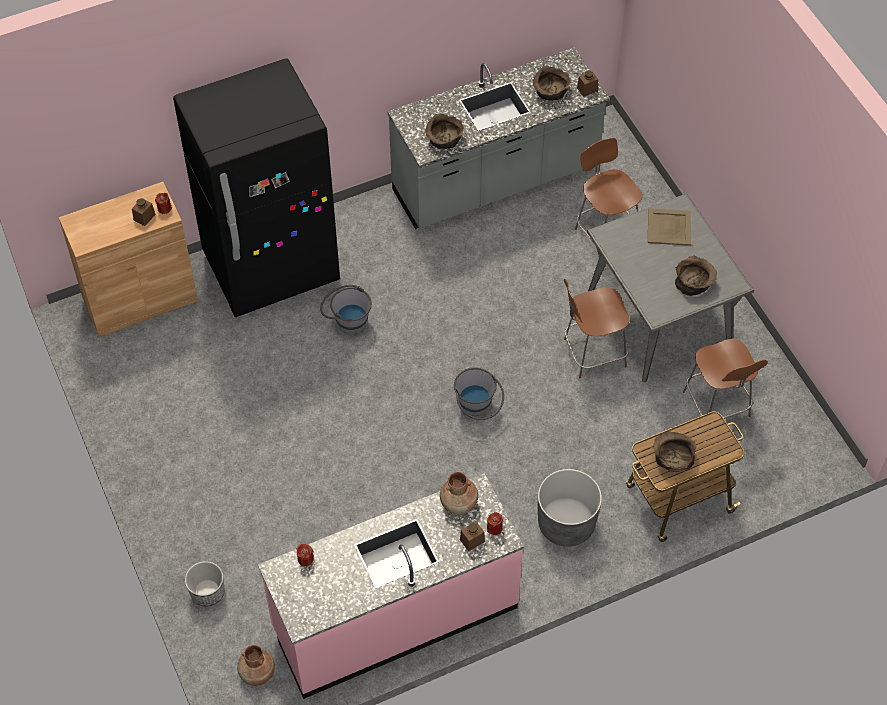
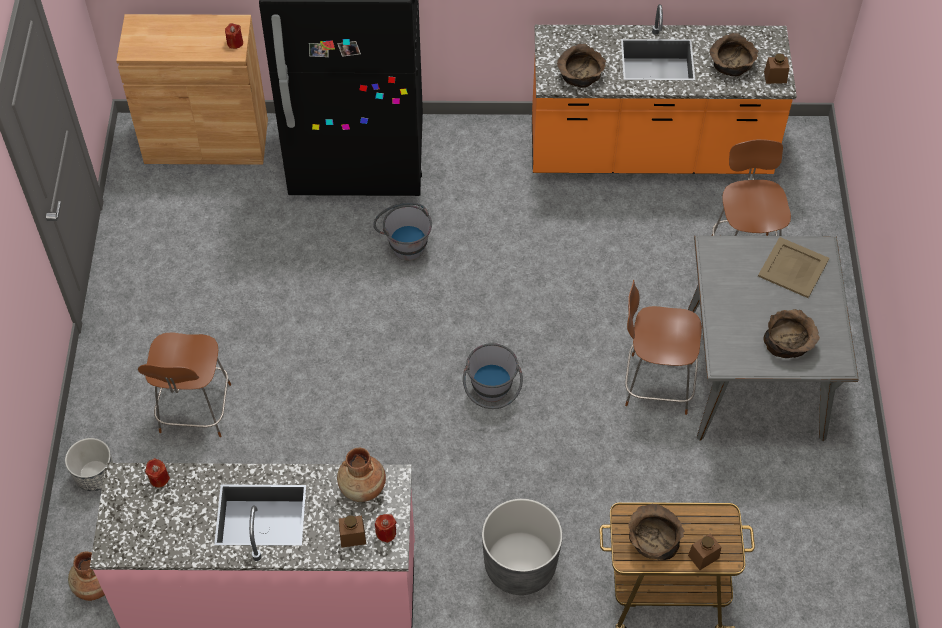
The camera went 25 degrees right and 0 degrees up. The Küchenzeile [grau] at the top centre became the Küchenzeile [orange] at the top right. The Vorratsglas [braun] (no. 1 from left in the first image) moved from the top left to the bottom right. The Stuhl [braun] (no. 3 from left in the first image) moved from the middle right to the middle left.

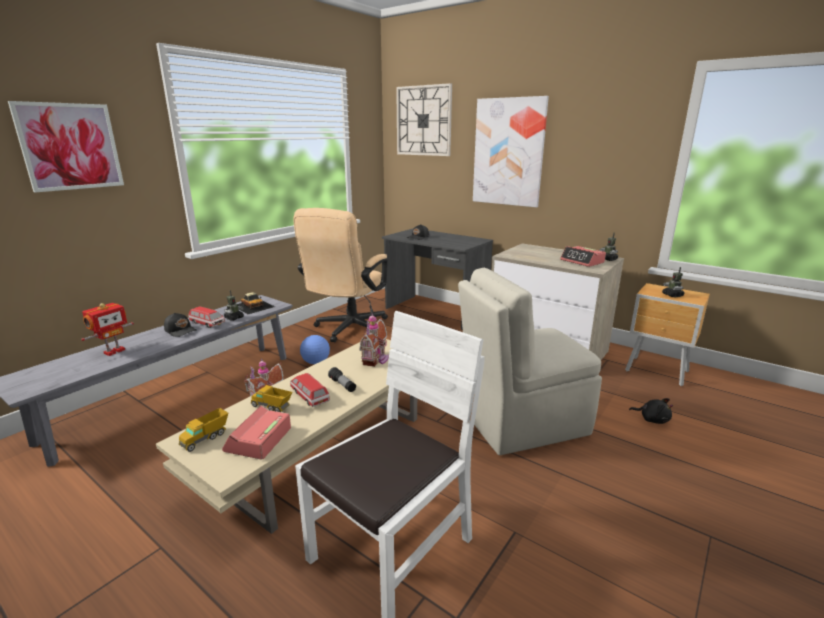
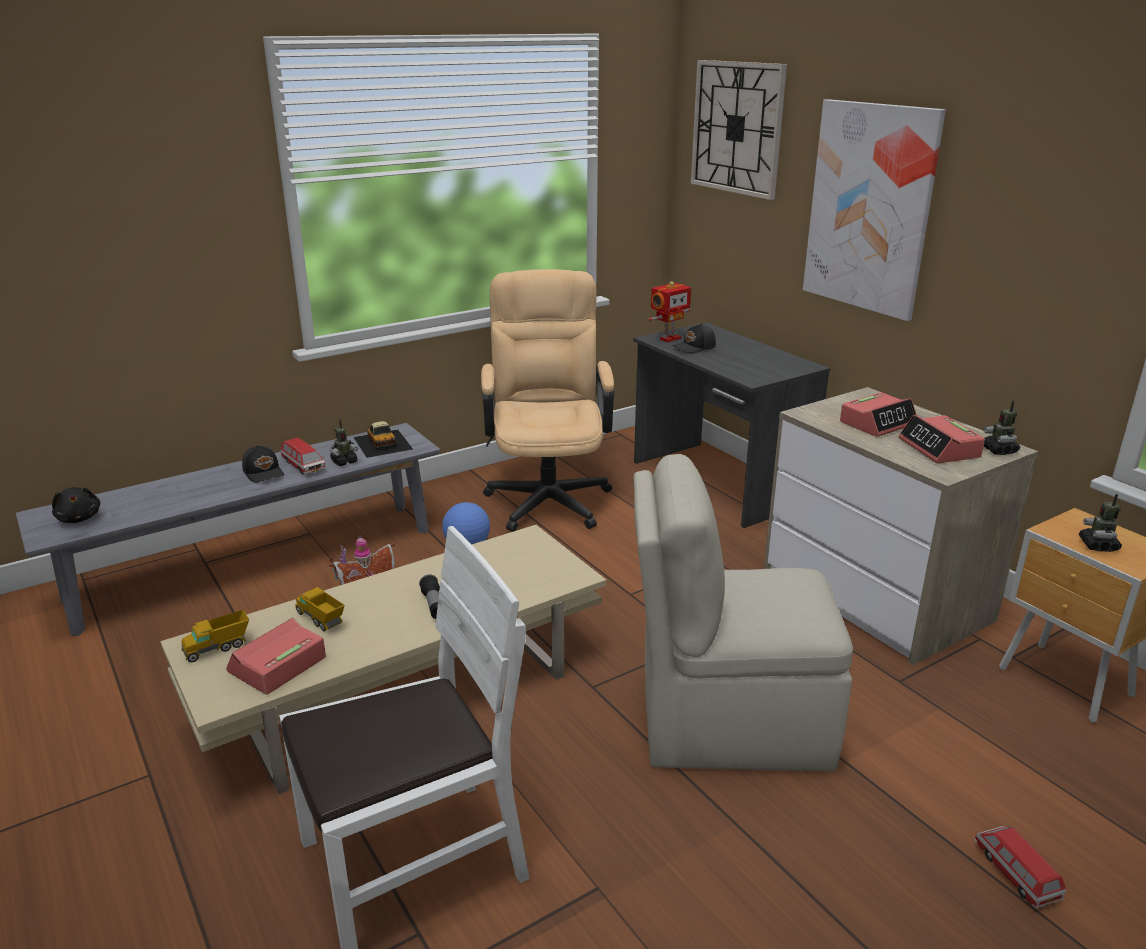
The camera went 20 degrees right and 5 degrees up. The Bild (no. 1 from left) at the top left disappeared. The Bürostuhl [beige] at the centre turned 135 degrees clockwise. The Spielzeugroboter (no. 1 from left in the first image) moved from the middle left to the top centre. The Spielzeughaus (no. 2 from left) at the centre disappeared. The Spielzeugauto (no. 3 from left) moved from the centre to the bottom right. The Plüschtier [schwarz] moved from the middle right to the middle left. The Wecker (no. 2 from left) at the middle right appeared.

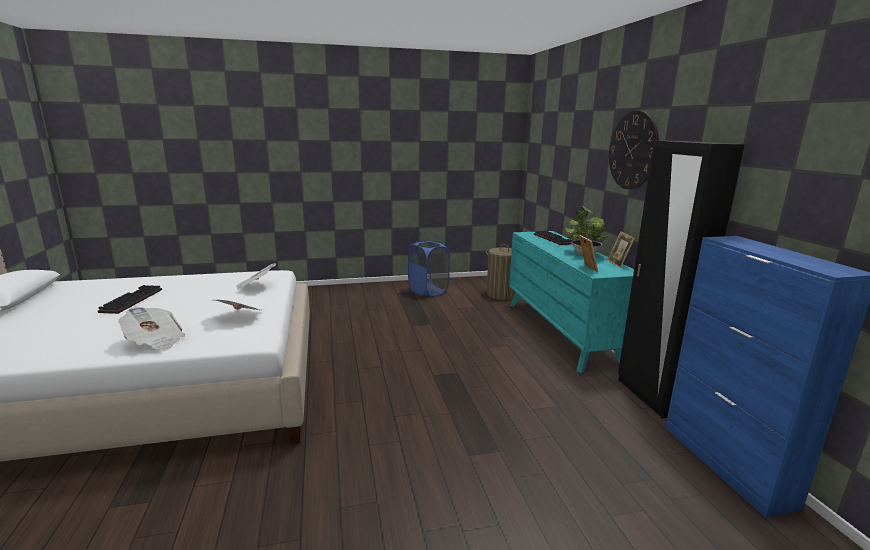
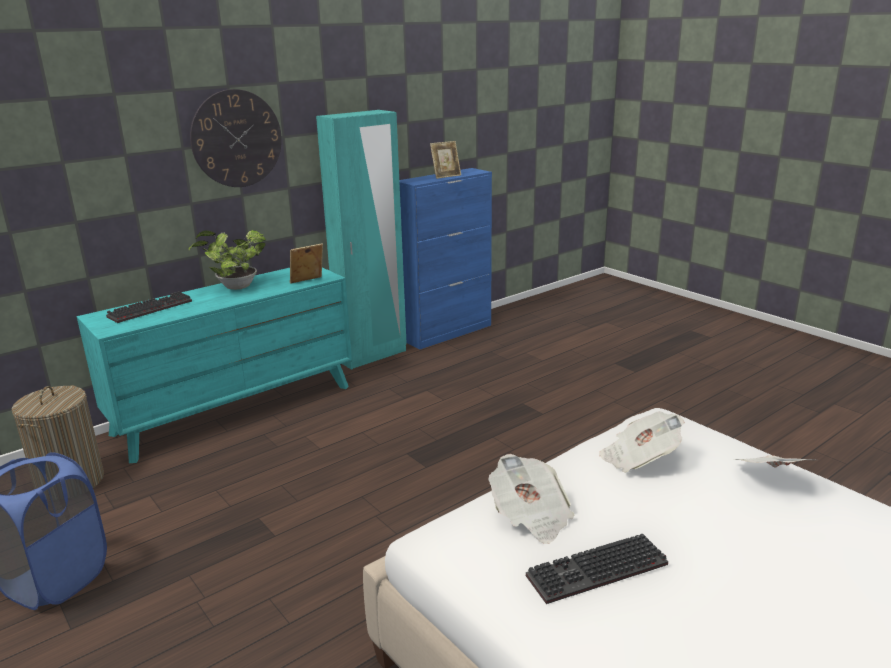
The camera went 115 degrees left and 5 degrees up. The Kleiderschrank [schwarz] at the middle right became the Kleiderschrank [türkis] at the centre. The Bilderrahmen (no. 2 from left) moved from the middle right to the top centre. The Tastatur (no. 1 from left in the first image) moved from the middle left to the bottom right.

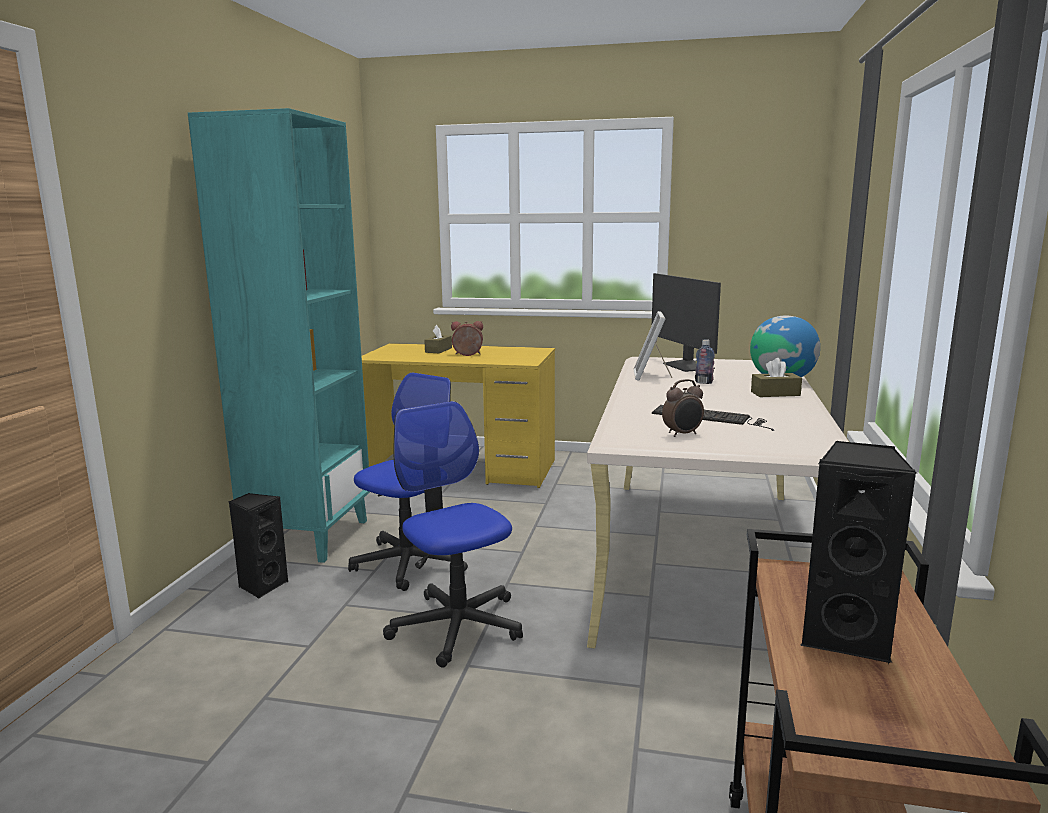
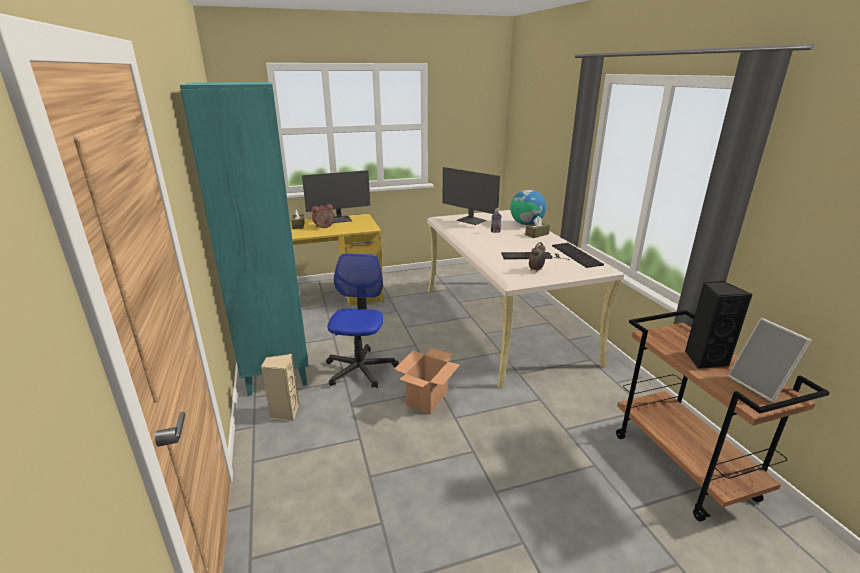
The camera went 30 degrees left and 10 degrees up. The Bilderrahmen moved from the centre to the middle right. The Bürostuhl (no. 2 from left) at the centre was replaced by the Karton at the centre. The Lautsprecher [schwarz] (no. 1 from left) at the bottom left became the Lautsprecher [beige] at the bottom left. The Monitor (no. 1 from left) at the centre appeared. The Tastatur (no. 2 from left) at the middle right appeared.

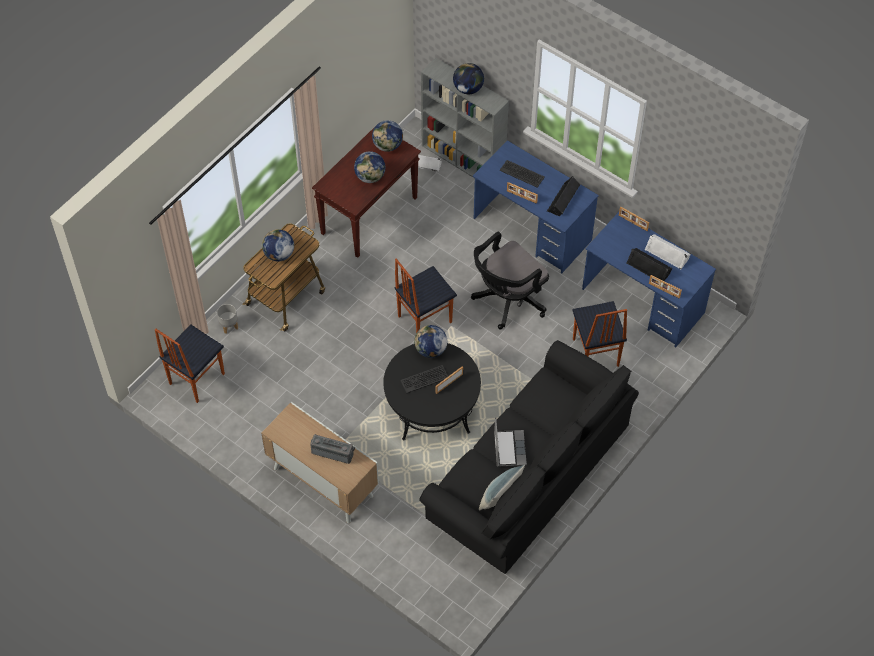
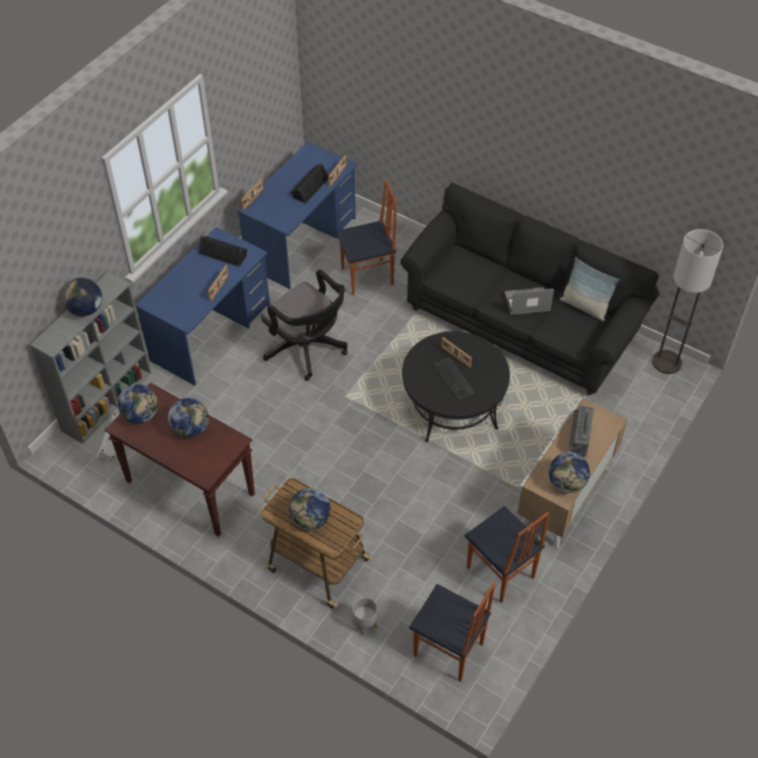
The camera went 95 degrees left and 5 degrees down. The Tastatur (no. 2 from left) at the top centre disappeared. The Lautsprecher [weiß] (no. 2 from left) at the middle right disappeared. The Stuhl (no. 2 from left in the first image) moved from the centre to the bottom right. The Globus (no. 4 from left in the first image) moved from the centre to the middle right. The Stehlampe at the middle right appeared.

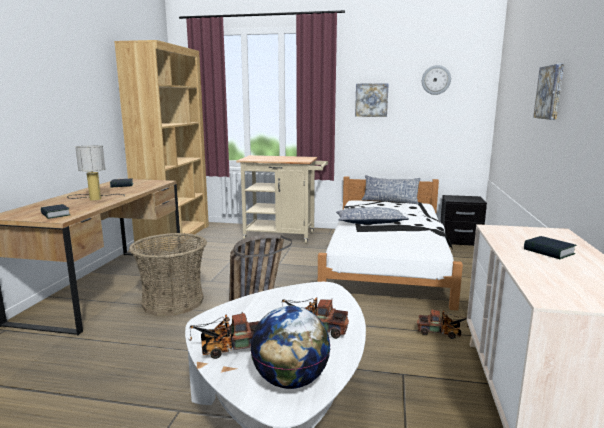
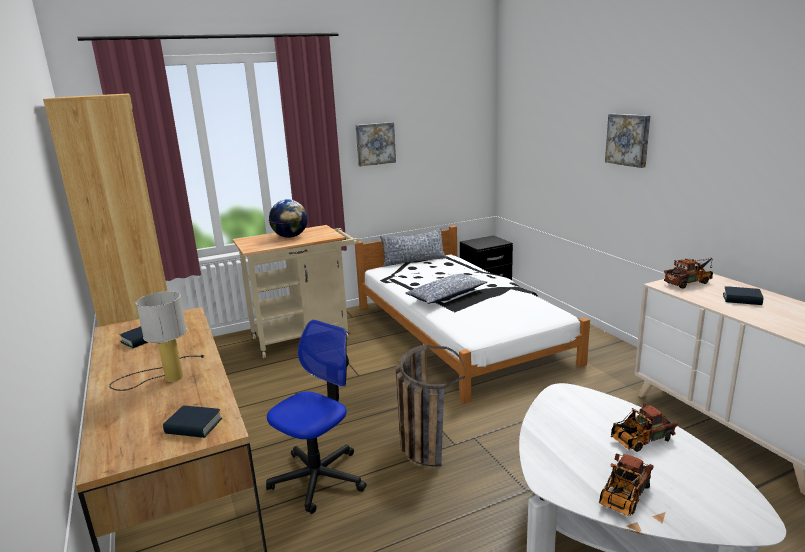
The camera went 35 degrees left and 5 degrees up. The Wanduhr at the top right disappeared. The Korb (no. 1 from left) at the middle left was replaced by the Bürostuhl at the bottom centre. The Globus moved from the bottom centre to the centre. The Spielzeuglaster (no. 3 from left) moved from the bottom right to the middle right.

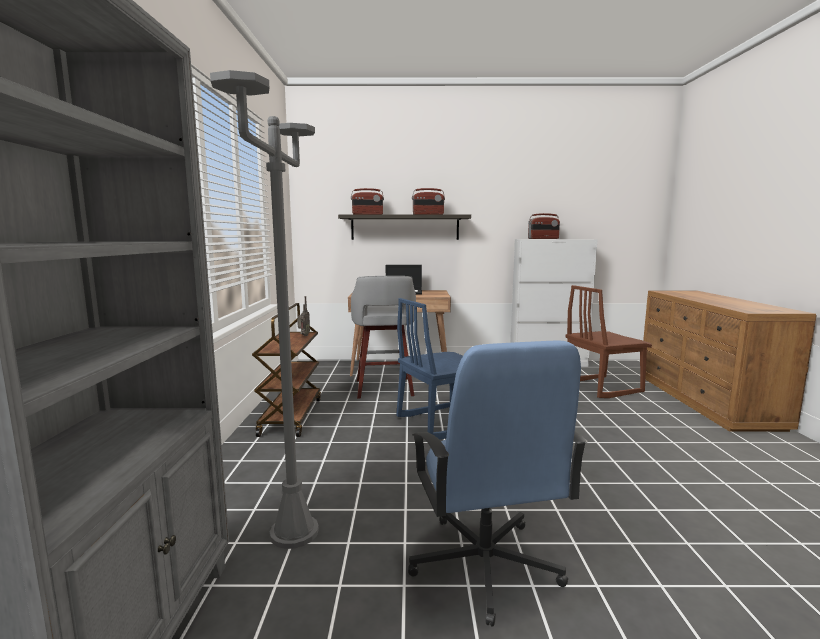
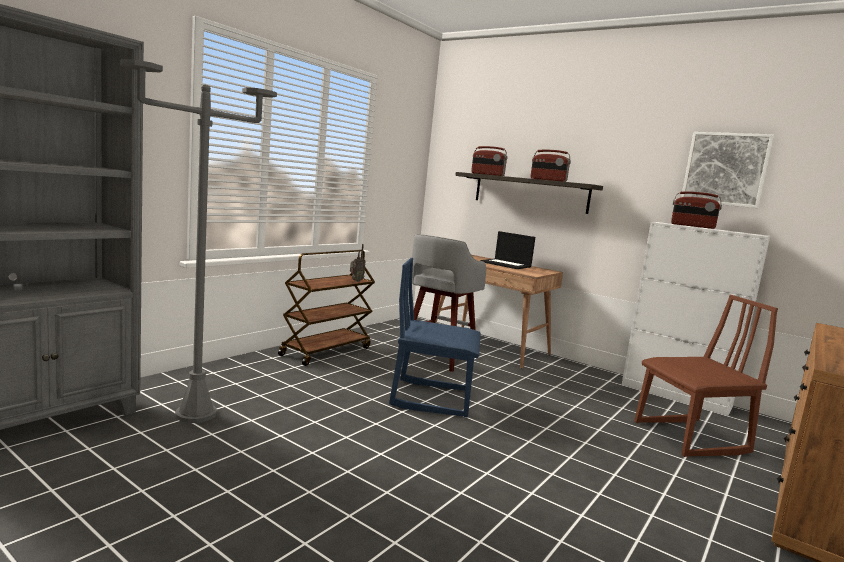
The camera went 35 degrees right and 0 degrees up. The Stuhl [braun] at the middle right turned 150 degrees clockwise. The Bürostuhl [blau] at the bottom centre disappeared. The Bild at the top right appeared.

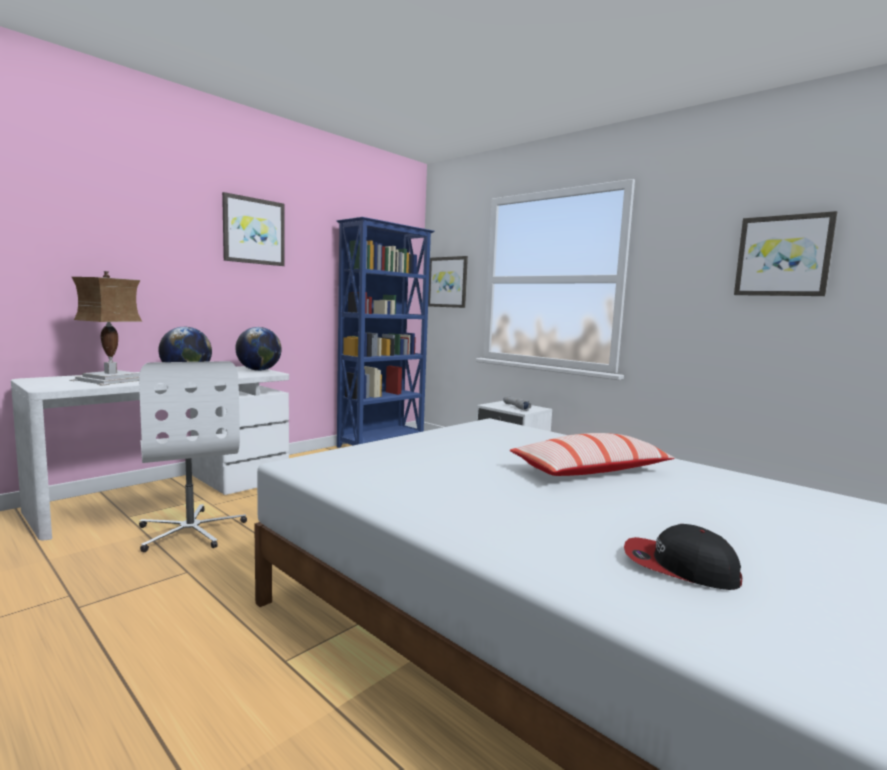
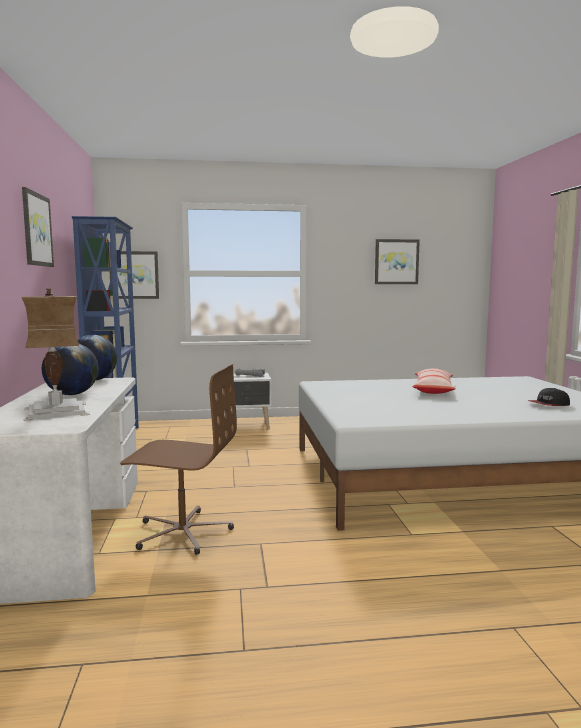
The camera went 50 degrees left and 0 degrees up. The Bürostuhl [weiß] at the middle left became the Bürostuhl [braun] at the middle left.

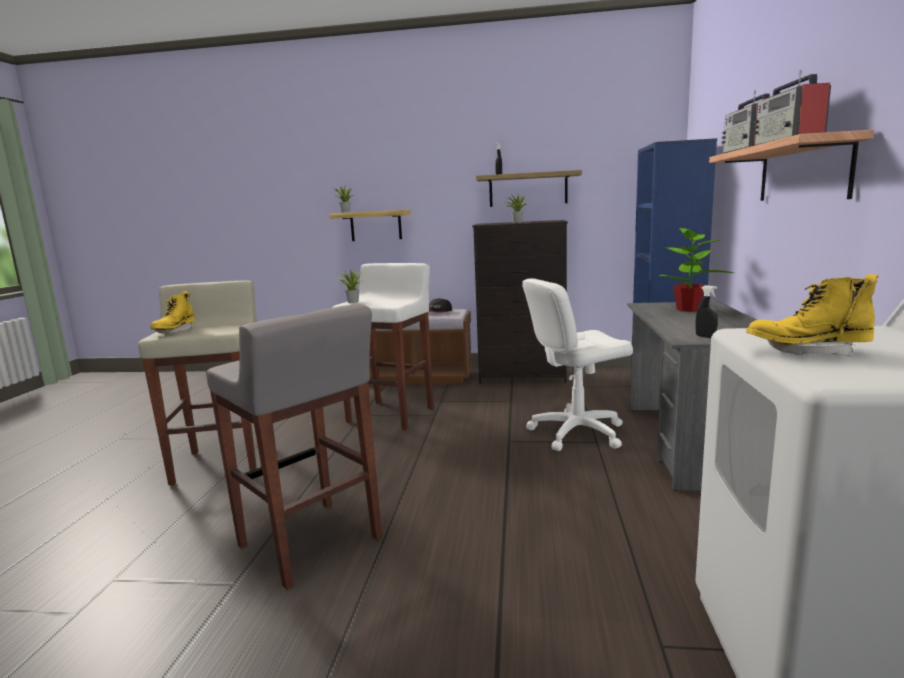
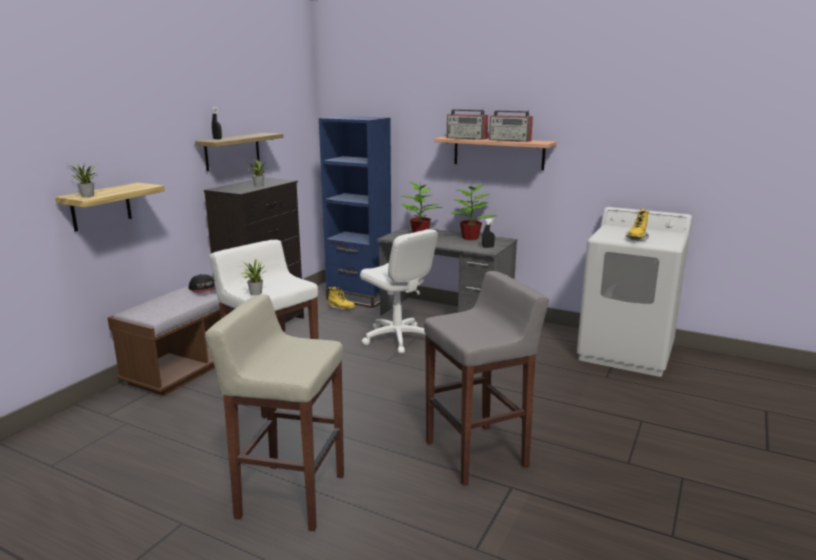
The camera went 70 degrees left and 5 degrees up. The Bürostuhl [weiß] at the centre turned 45 degrees counterclockwise. The Stiefel [gelb] (no. 1 from left) moved from the middle left to the centre. The Topfpflanze (no. 5 from left) at the centre appeared.

